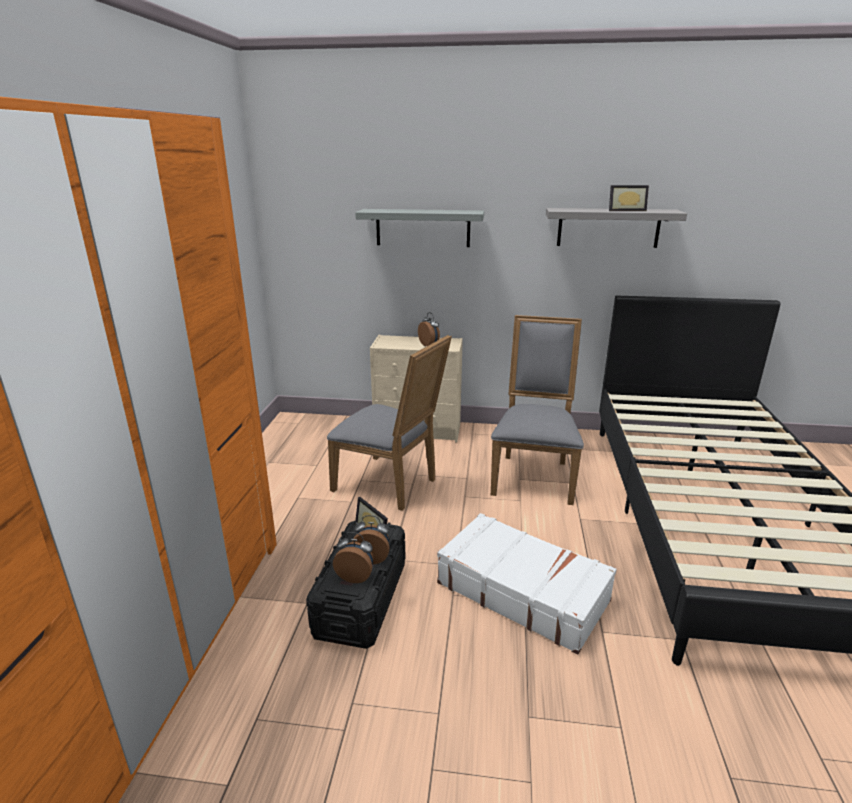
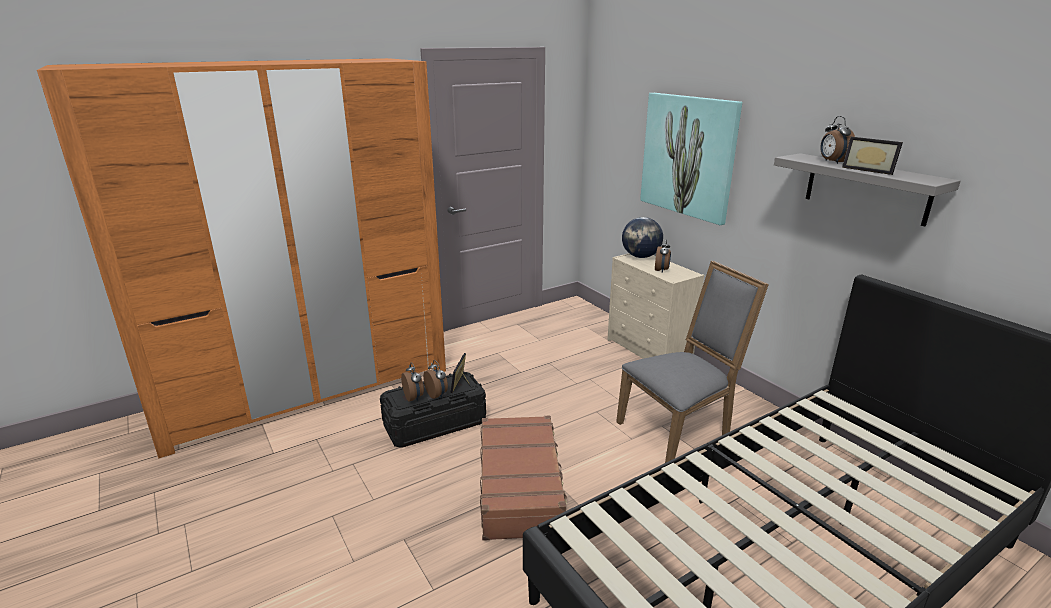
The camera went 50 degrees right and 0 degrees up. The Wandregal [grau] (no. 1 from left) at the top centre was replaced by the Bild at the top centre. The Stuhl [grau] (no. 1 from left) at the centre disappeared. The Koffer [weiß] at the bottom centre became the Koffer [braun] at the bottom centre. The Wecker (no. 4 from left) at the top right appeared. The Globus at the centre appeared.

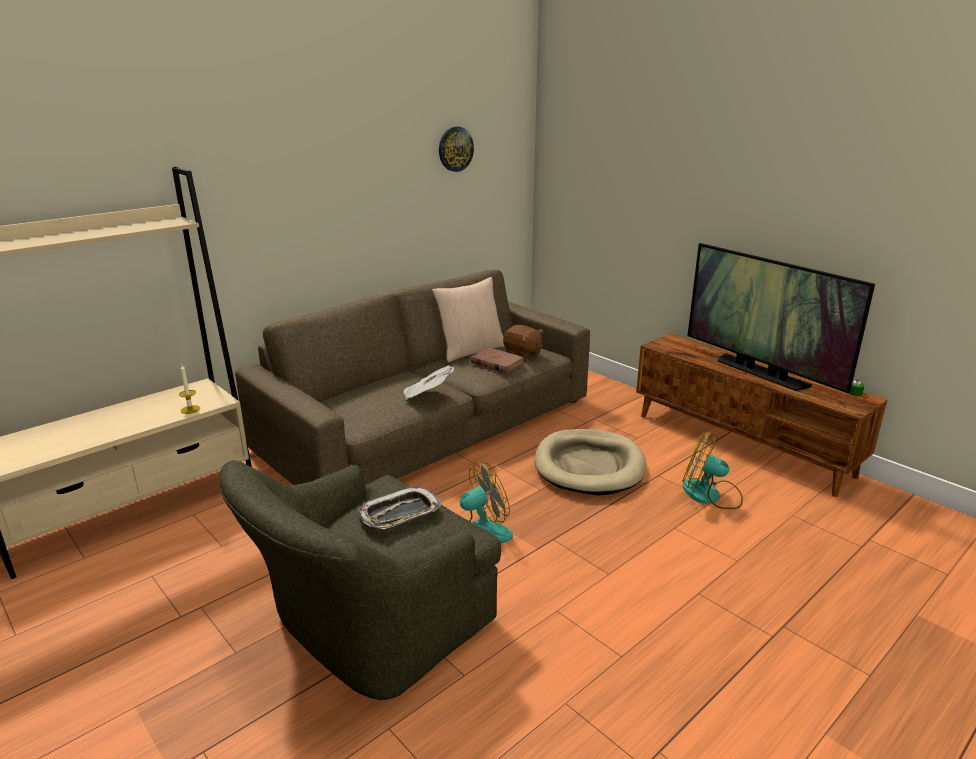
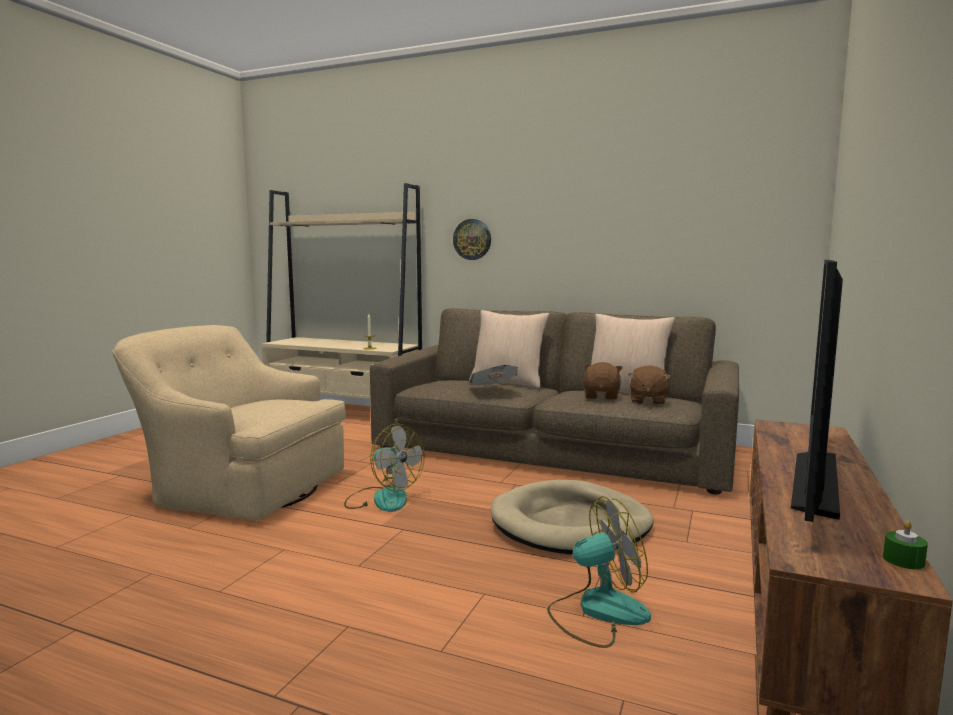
The camera went 65 degrees right and 15 degrees down. The Wanduhr moved from the top centre to the centre. The Buch [braun] at the centre was replaced by the Plüschtier [braun] (no. 1 from left) at the centre. The Ventilator (no. 2 from left) at the middle right turned 75 degrees clockwise. The Sessel [grün] at the bottom centre became the Sessel [beige] at the middle left. The Tablett at the bottom centre disappeared. The Kissen [beige] (no. 1 from left) at the centre appeared.

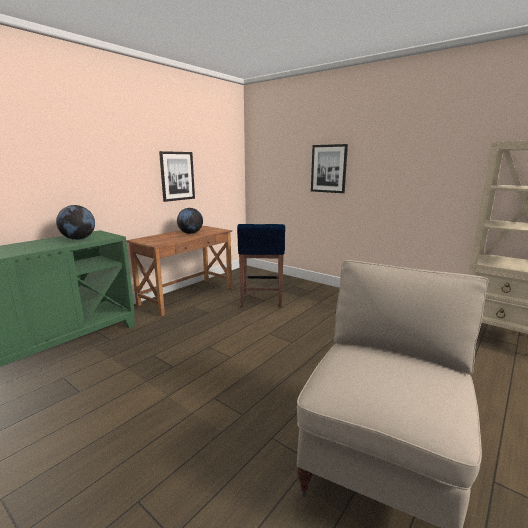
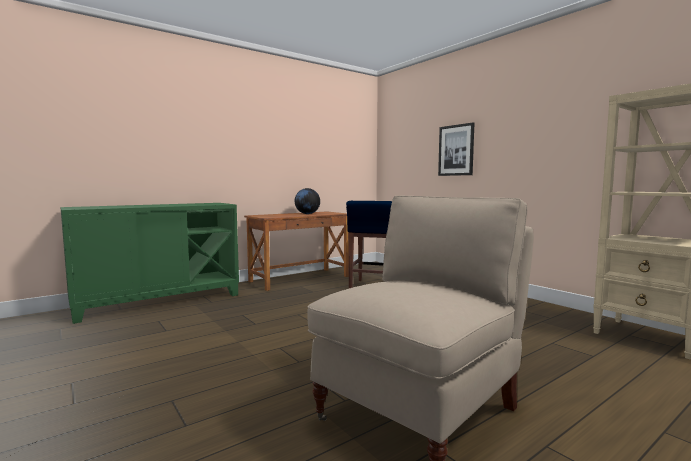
The camera went 15 degrees right and 10 degrees down. The Bild (no. 1 from left) at the centre disappeared. The Globus (no. 1 from left) at the middle left disappeared.

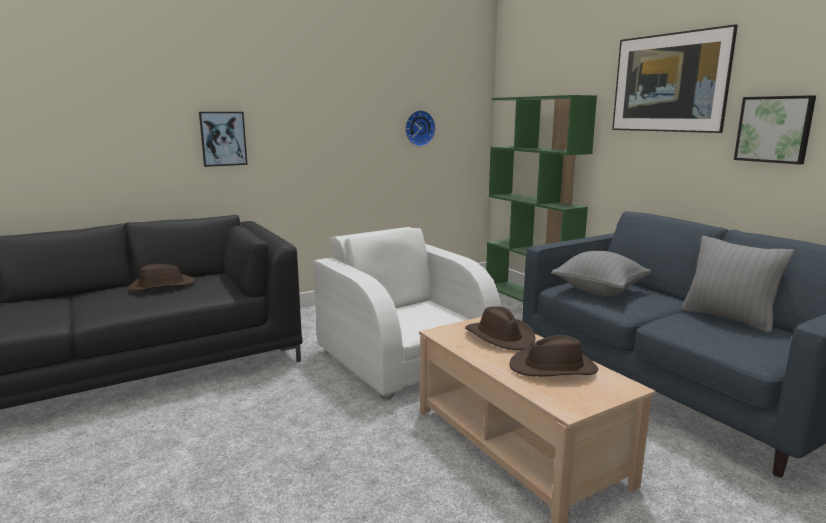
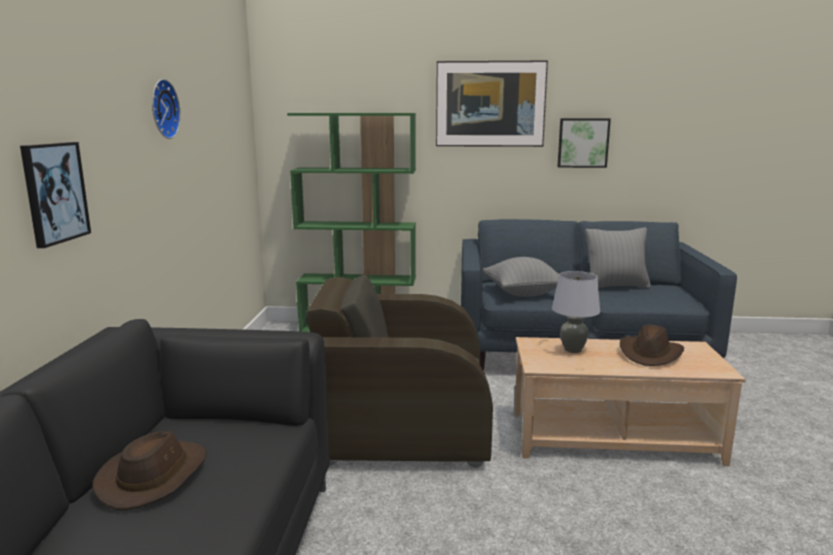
The camera went 55 degrees left and 0 degrees up. The Wanduhr moved from the top centre to the top left. The Sessel [weiß] at the centre became the Sessel [braun] at the bottom centre. The Hut [braun] (no. 2 from left) at the centre was replaced by the Tischlampe [grau] at the middle right.

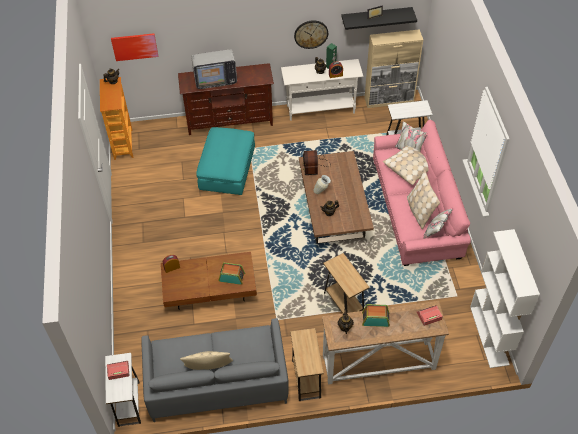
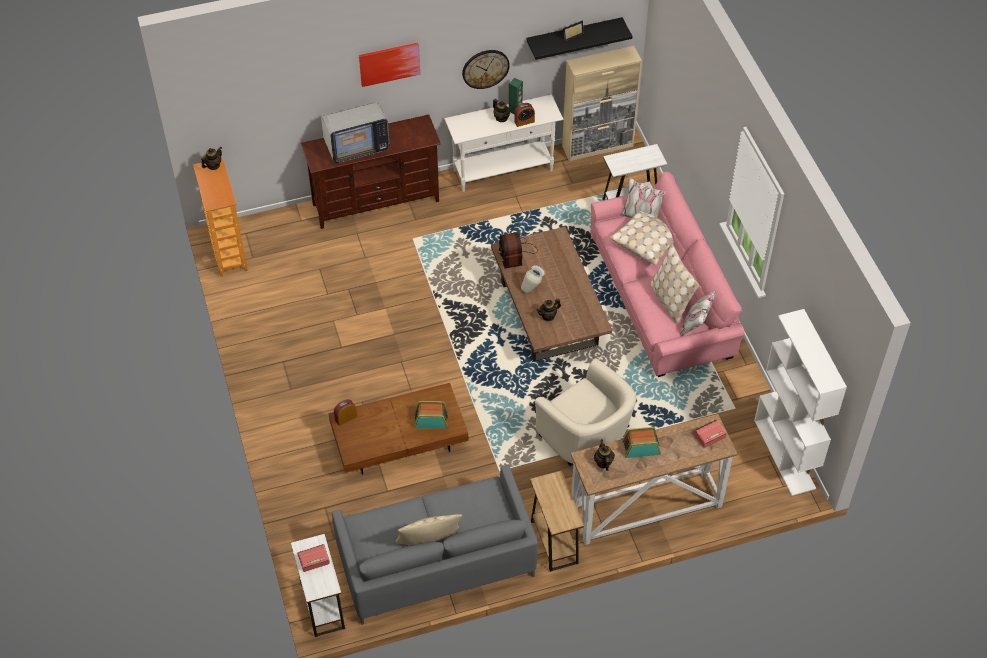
The camera went 10 degrees left and 0 degrees up. The Bild moved from the top left to the top centre. The Polsterhocker [türkis] at the centre disappeared. The Beistelltisch [braun] (no. 2 from left) at the centre was replaced by the Sessel [beige] at the centre.

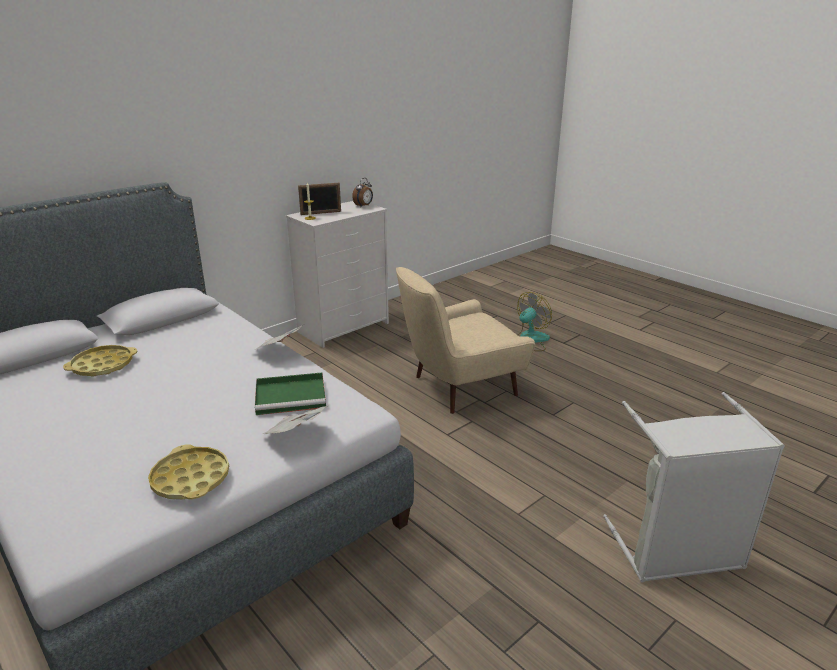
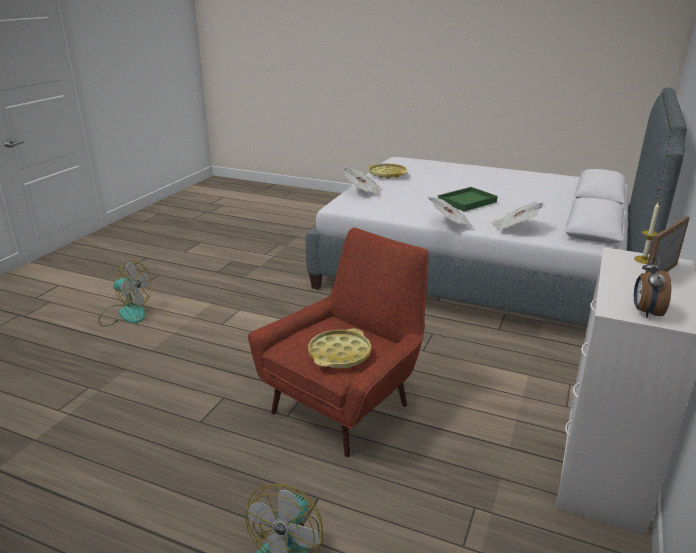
The camera went 155 degrees right and 0 degrees up. The Sessel [beige] at the centre became the Sessel [rot] at the centre. The Tablett [gelb] (no. 1 from left) moved from the middle left to the centre. The Tablett [grün] moved from the centre to the middle right. The Wäschekorb [grau] at the bottom right was replaced by the Ventilator (no. 1 from left) at the middle left. The Zeitung (no. 3 from left) at the middle right appeared.

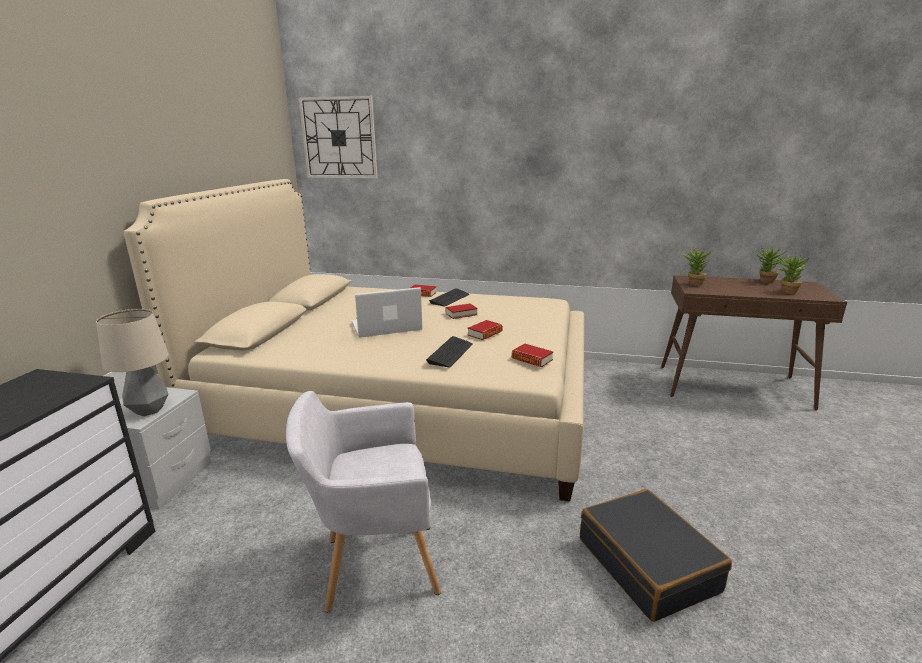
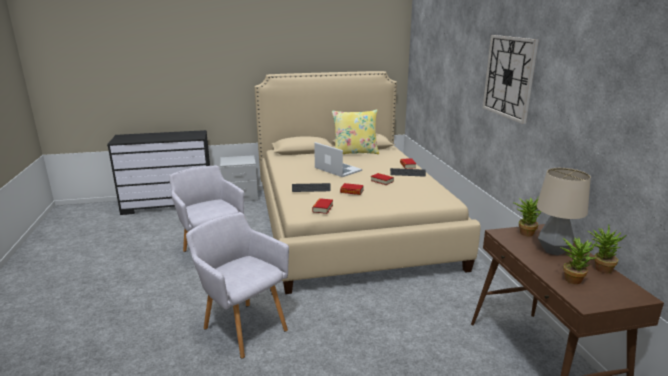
The camera went 65 degrees right and 0 degrees up. The Wanduhr moved from the top centre to the top right. The Tischlampe moved from the middle left to the middle right. The Koffer [schwarz] at the bottom right was replaced by the Sessel [grau] (no. 2 from left) at the bottom centre. The Kissen [gelb] at the centre appeared.

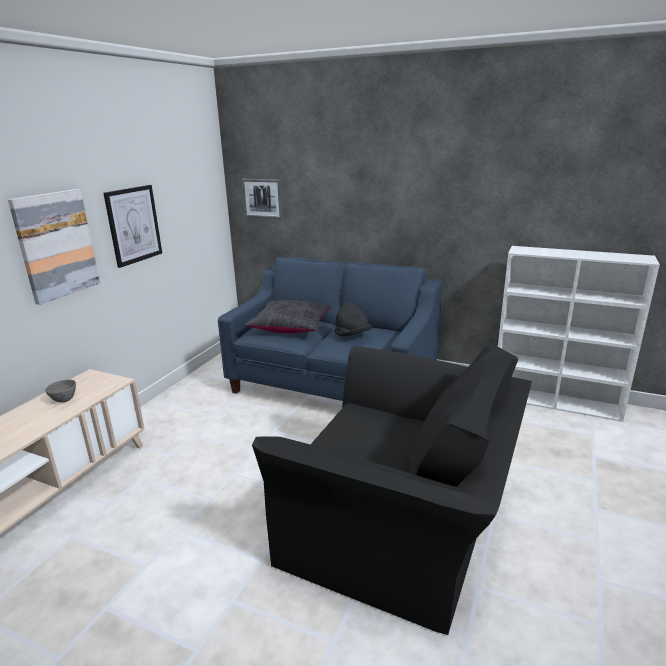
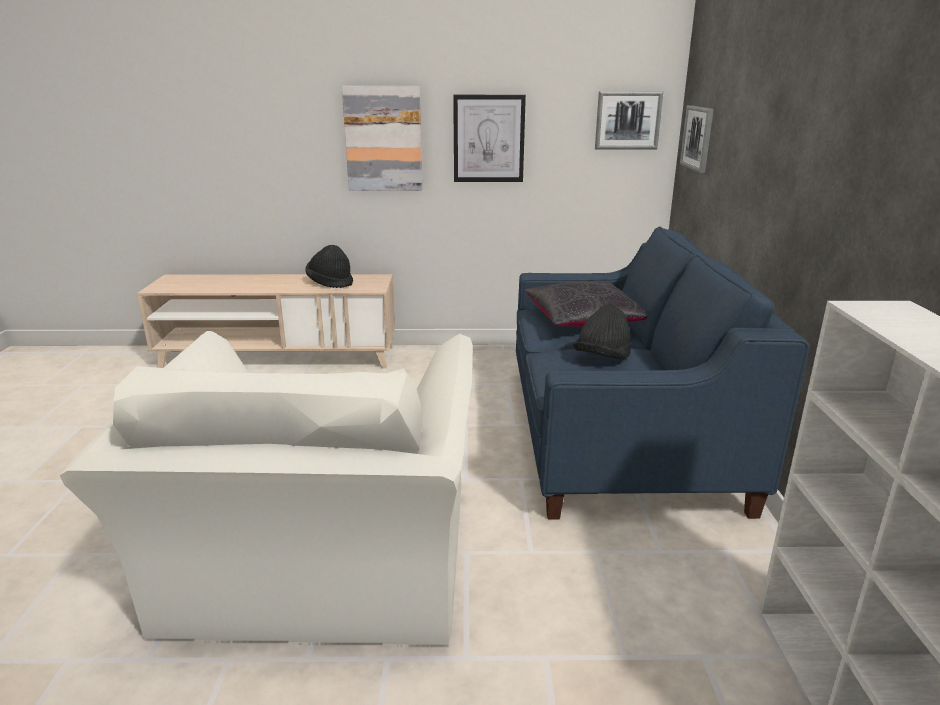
The camera went 65 degrees right and 0 degrees up. The Sessel [schwarz] at the bottom centre became the Sessel [weiß] at the bottom left. The Schüssel [grau] at the middle left was replaced by the Hut [schwarz] (no. 1 from left) at the centre. The Bild (no. 3 from left) at the top right appeared.

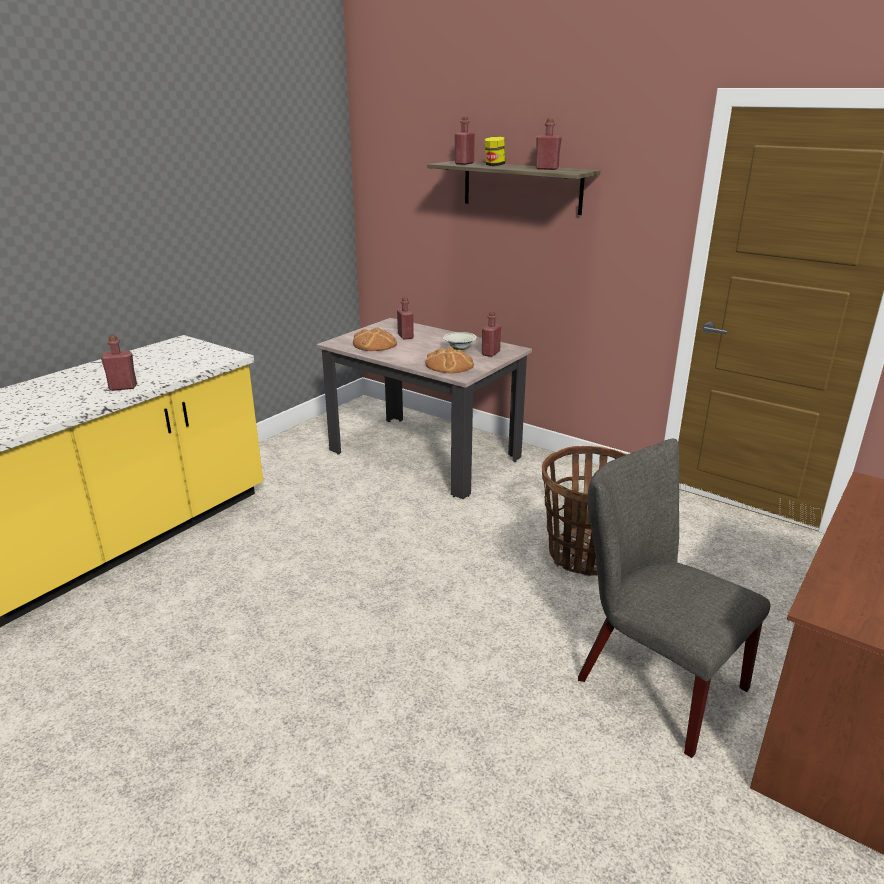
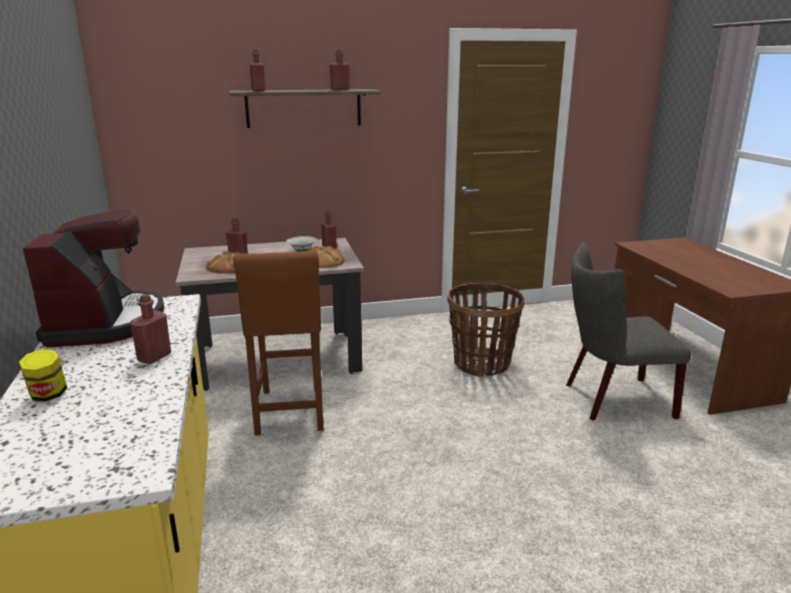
The camera went 50 degrees left and 5 degrees down. The Vorratsglas moved from the top centre to the middle left. The Kaffeemaschine at the middle left appeared. The Hocker [braun] at the centre appeared.

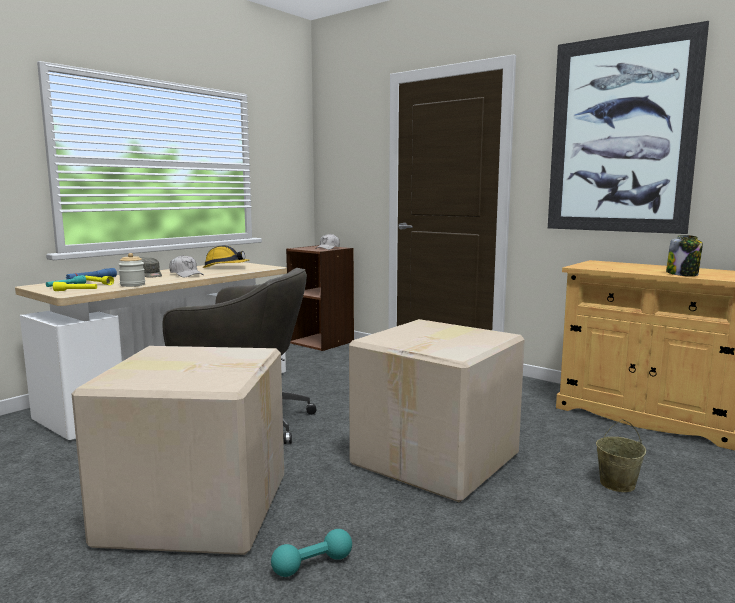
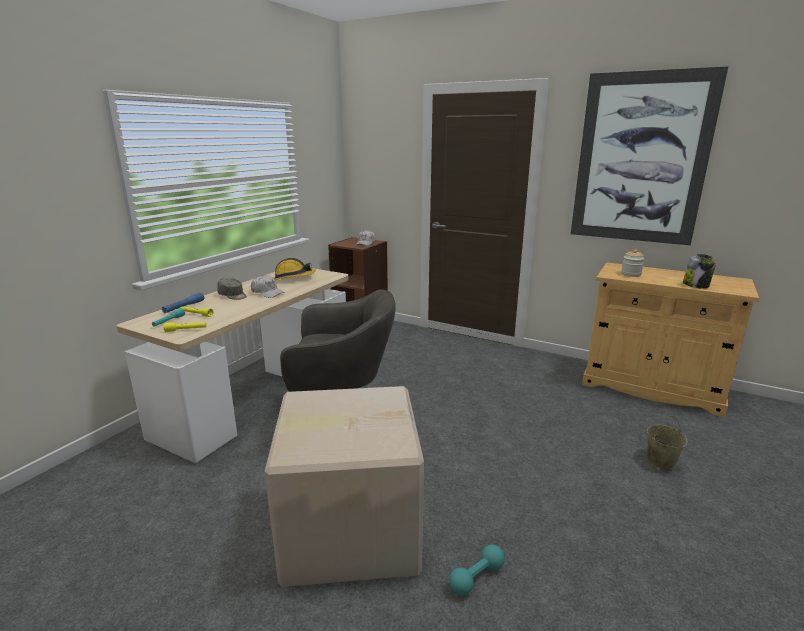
The camera went 10 degrees left and 10 degrees up. The Vorratsglas (no. 1 from left) moved from the middle left to the middle right. The Karton (no. 2 from left) at the bottom centre disappeared.

